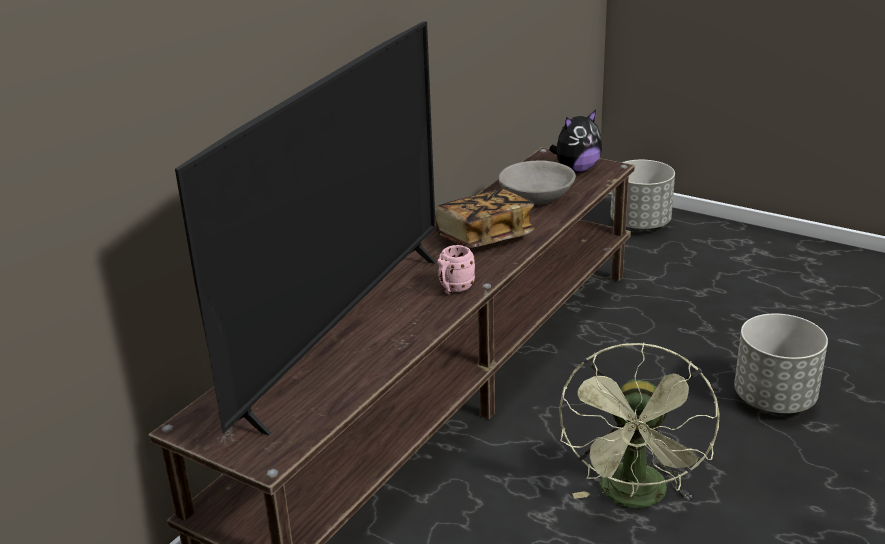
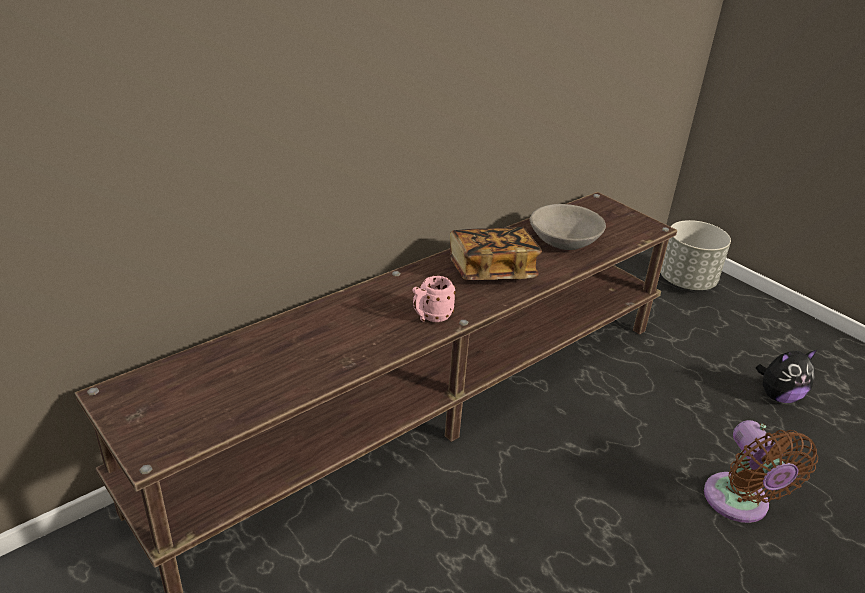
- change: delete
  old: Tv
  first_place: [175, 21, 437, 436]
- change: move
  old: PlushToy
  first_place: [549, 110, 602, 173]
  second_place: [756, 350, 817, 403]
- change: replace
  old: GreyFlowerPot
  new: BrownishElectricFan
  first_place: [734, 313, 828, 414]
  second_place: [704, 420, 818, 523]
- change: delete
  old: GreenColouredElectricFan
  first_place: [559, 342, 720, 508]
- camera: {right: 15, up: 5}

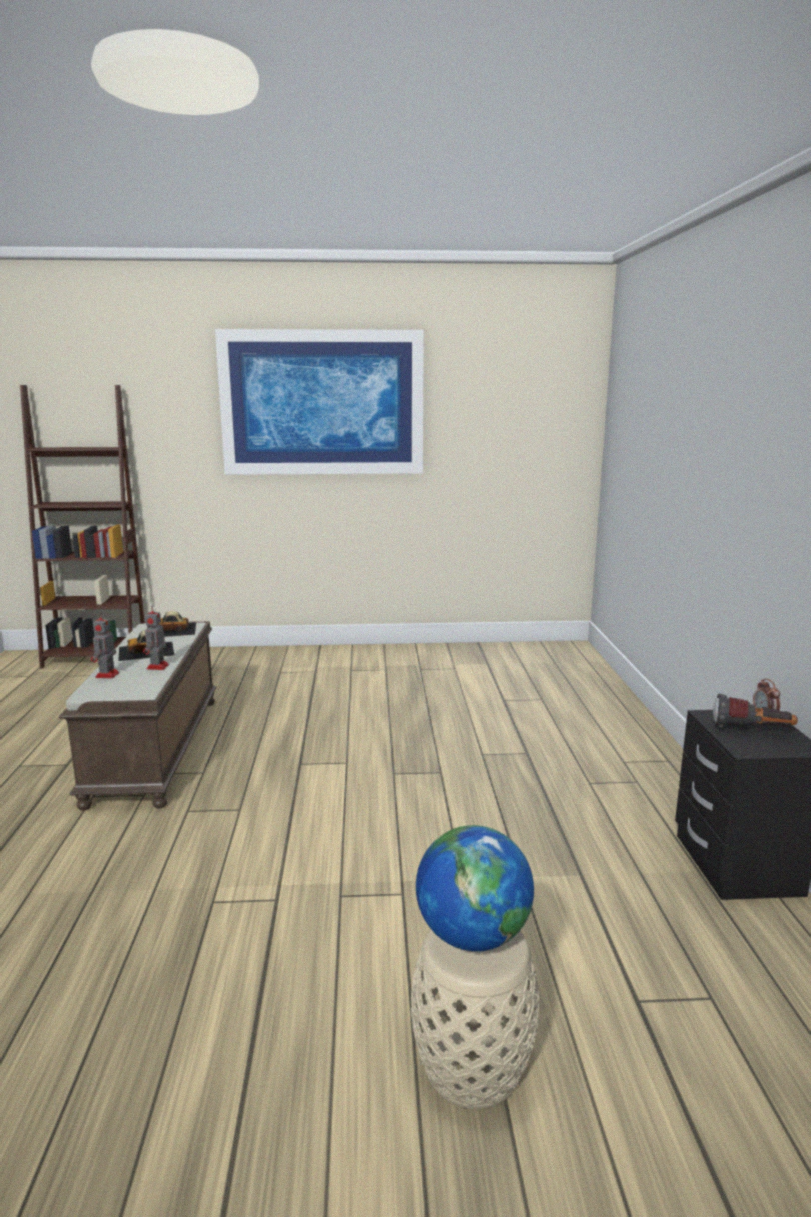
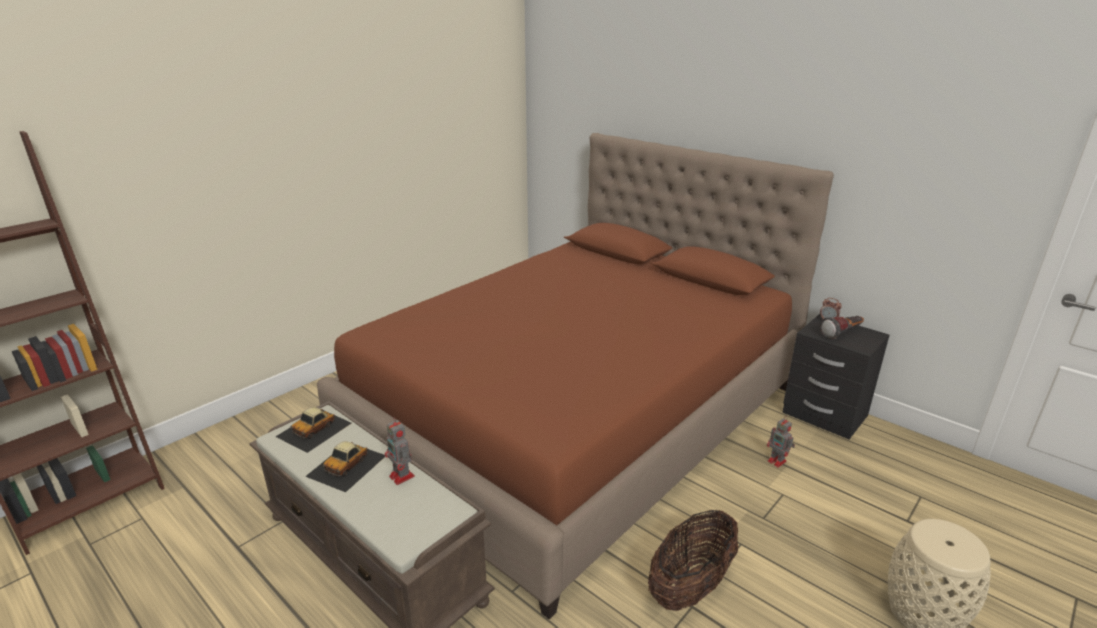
- change: delete
  old: WallPicture
  first_place: [215, 329, 424, 475]
- change: move
  old: ToyRobot
  first_place: [91, 612, 119, 679]
  second_place: [767, 416, 795, 468]
- change: delete
  old: DeskGlobe
  first_place: [416, 825, 534, 951]
- change: insert
  new: BrownishBed
  second_place: [317, 133, 834, 619]
- change: insert
  new: HouseholdBasket
  second_place: [648, 509, 739, 611]
- camera: {right: -45, up: 10}

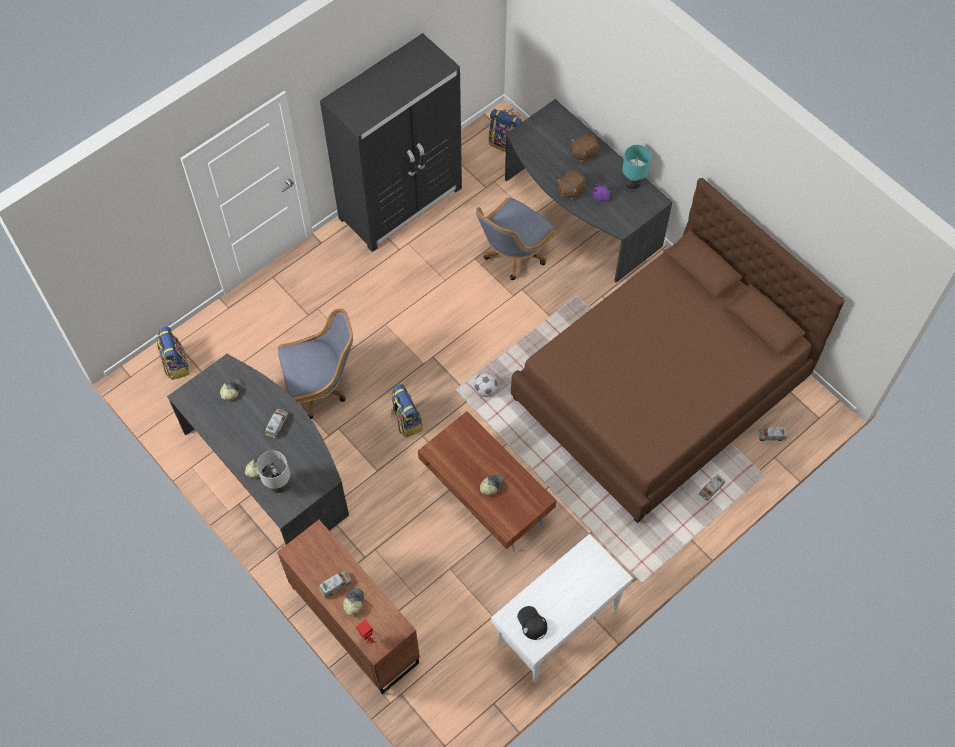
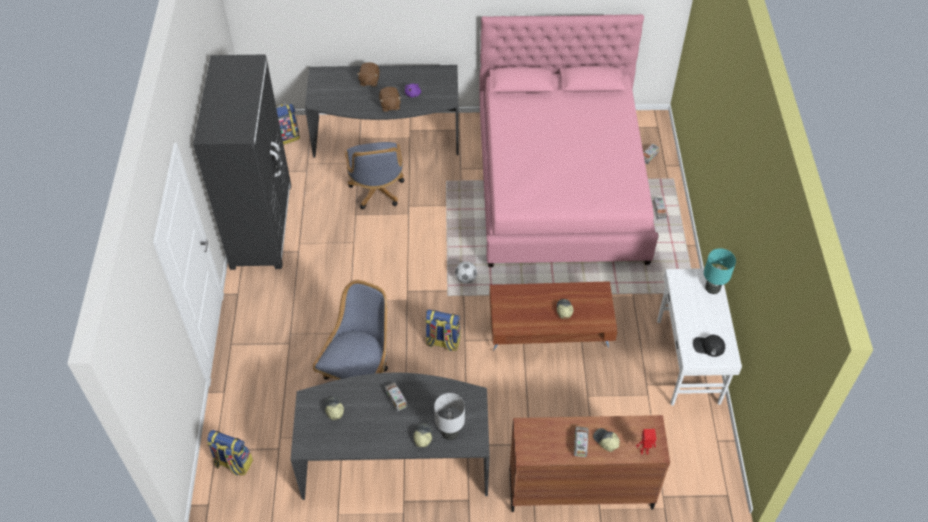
- change: move
  old: TurquoiseLampForATable
  first_place: [622, 145, 651, 189]
  second_place: [704, 248, 736, 294]
- change: recolor
  old: BrownishBed
  new: PinkBed
  first_place: [511, 178, 845, 523]
  second_place: [480, 14, 659, 267]
- camera: {right: -50, up: -10}

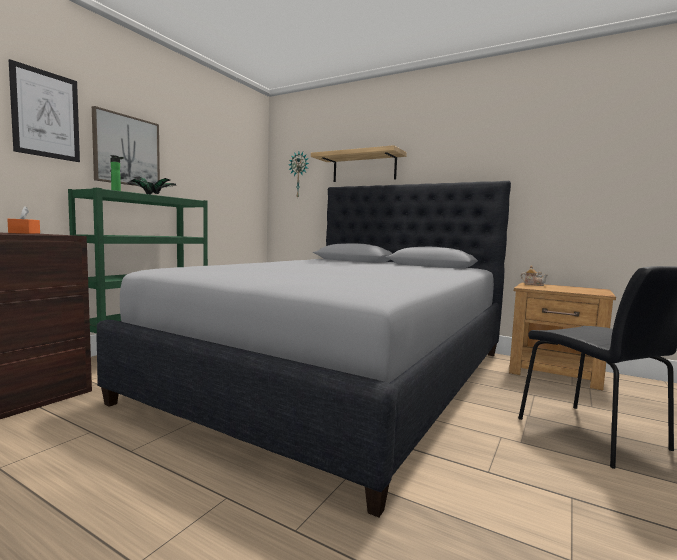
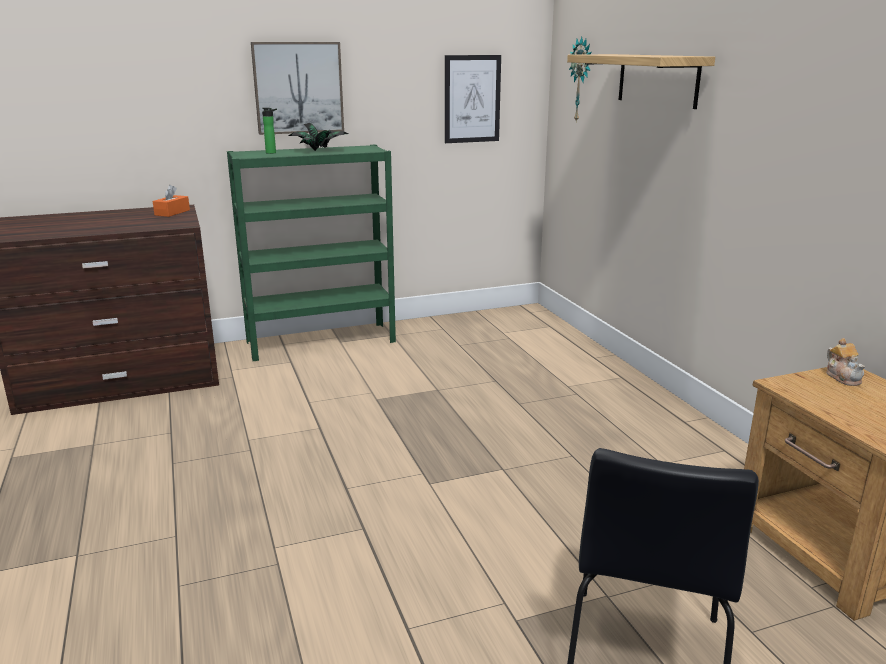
- change: move
  old: WallPicture
  first_place: [9, 59, 80, 162]
  second_place: [445, 55, 501, 143]
- change: delete
  old: GreyBed
  first_place: [97, 181, 511, 518]
- camera: {right: 40, up: 15}

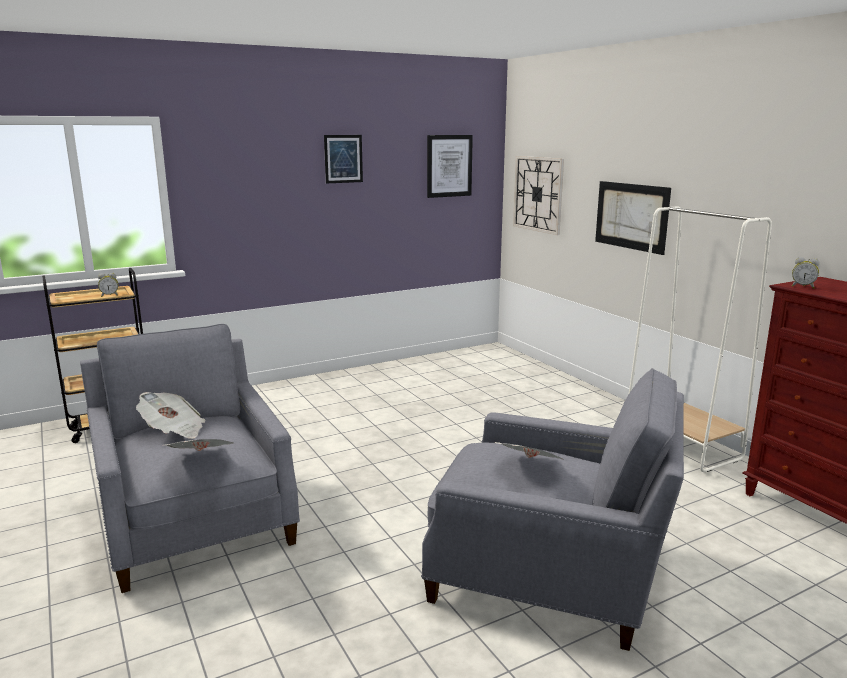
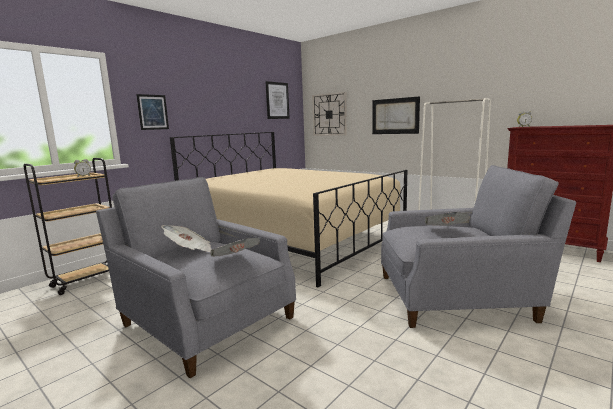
- change: move
  old: WallPicture
  first_place: [324, 135, 363, 184]
  second_place: [136, 94, 169, 130]
- change: insert
  new: BeigeColouredBed
  second_place: [170, 132, 407, 287]
- camera: {right: -20, up: -5}

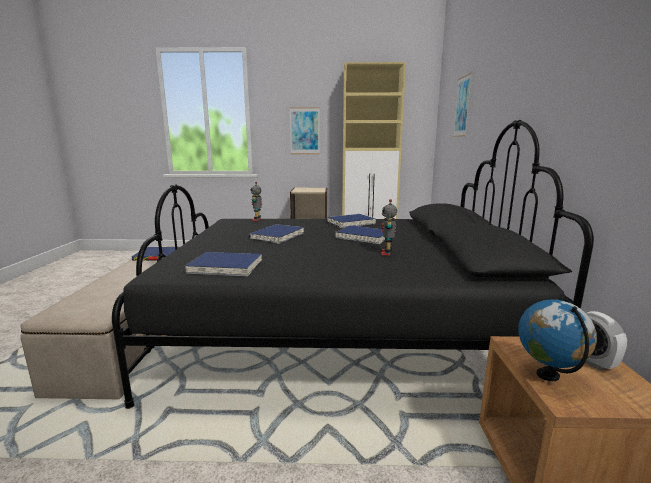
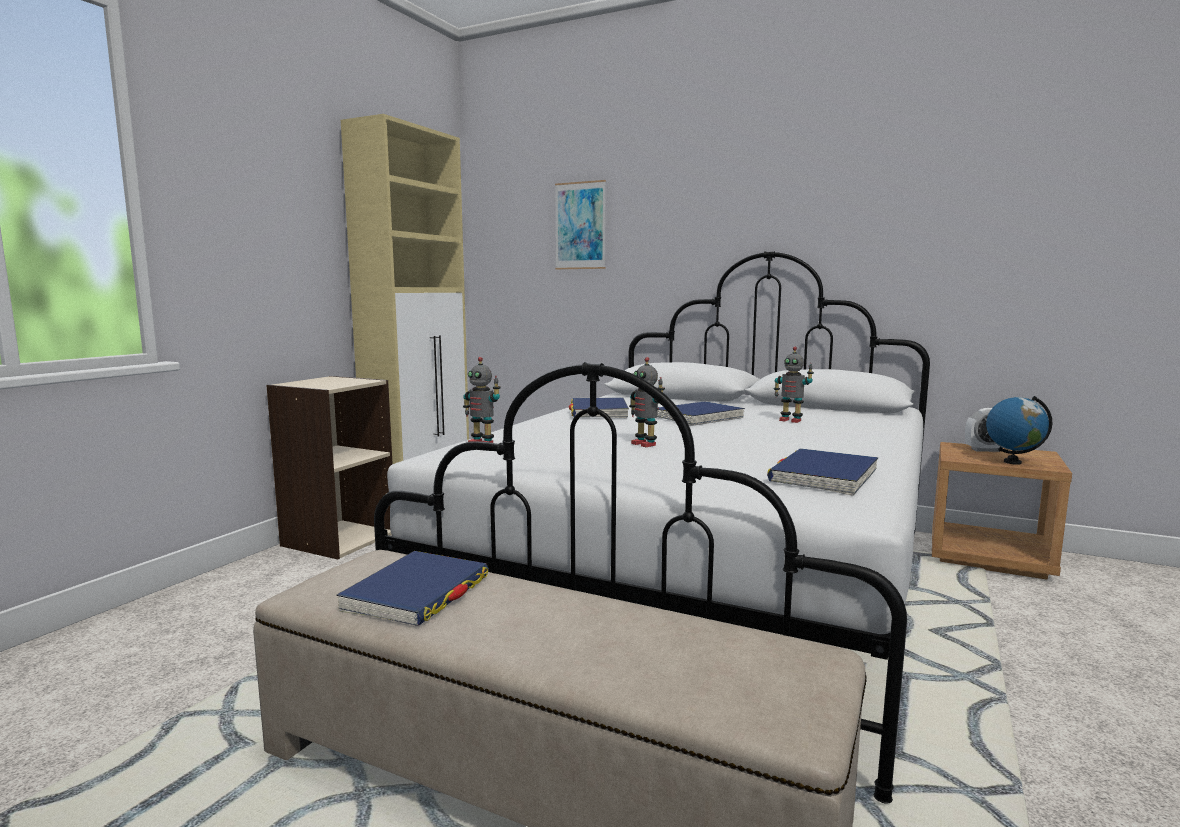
- change: delete
  old: WallPicture
  first_place: [290, 107, 320, 154]
- change: recolor
  old: BlackishBed
  new: WhiteBed
  first_place: [112, 120, 594, 409]
  second_place: [374, 251, 930, 804]
- change: replace
  old: BlueColouredVolume
  new: ToyRobot
  first_place: [248, 224, 304, 244]
  second_place: [629, 357, 665, 447]
- camera: {right: -65, up: -5}

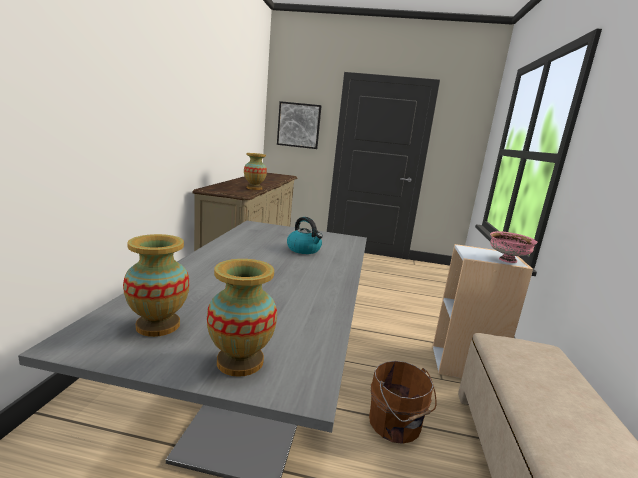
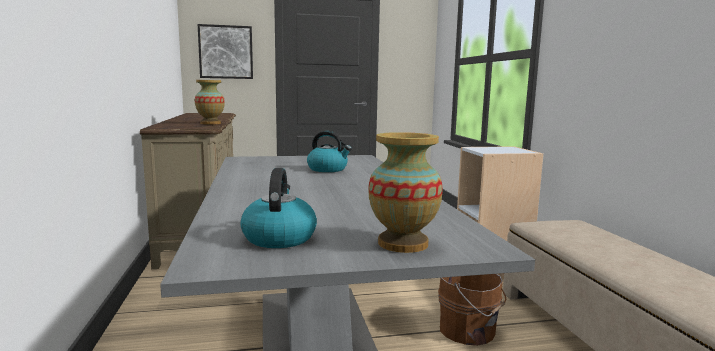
- change: delete
  old: PinkBowl
  first_place: [490, 231, 537, 263]
- change: replace
  old: DecorativeVase
  new: Kettle
  first_place: [123, 234, 189, 337]
  second_place: [240, 168, 317, 248]
- camera: {right: -20, up: -5}

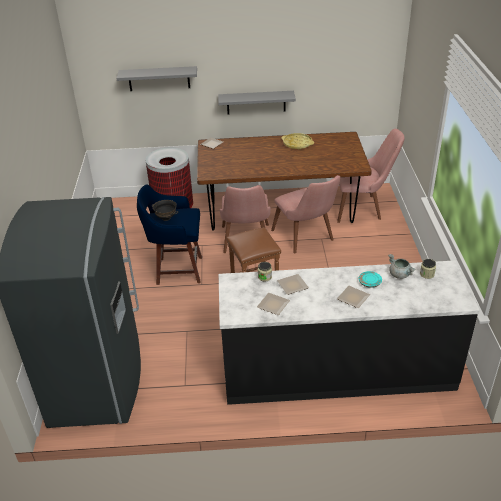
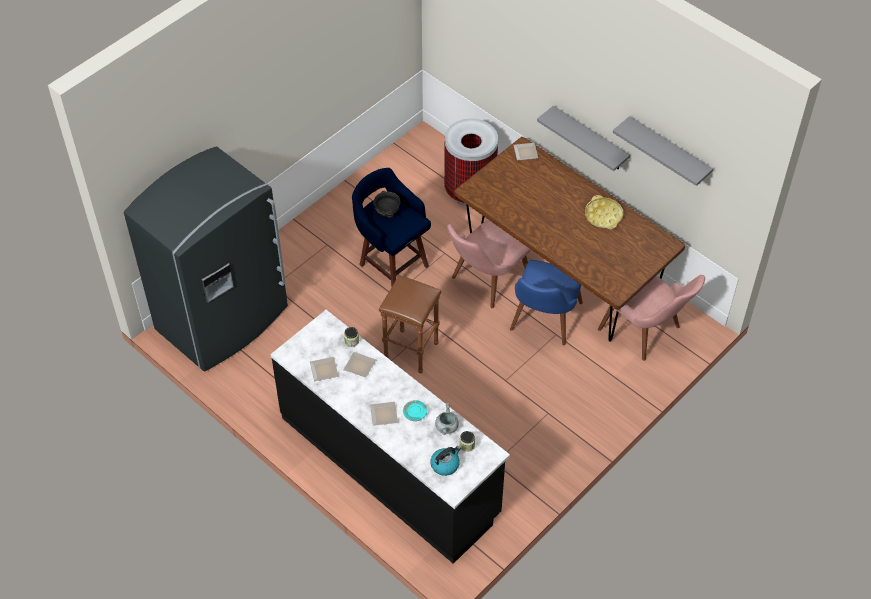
- change: move
  old: GreyBracketShelf
  first_place: [116, 66, 197, 91]
  second_place: [613, 116, 713, 186]
- change: recolor
  old: PinkPlainChair
  new: BlueColouredPlainChair
  first_place: [271, 175, 340, 254]
  second_place: [510, 260, 583, 345]
- change: insert
  new: Kettle
  second_place: [430, 446, 461, 476]
- camera: {right: 45, up: 15}

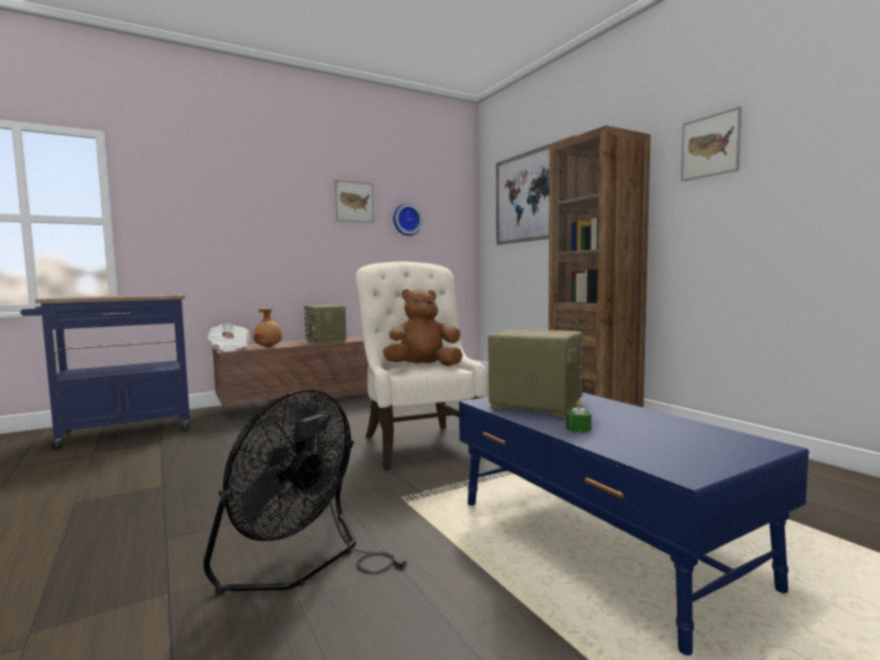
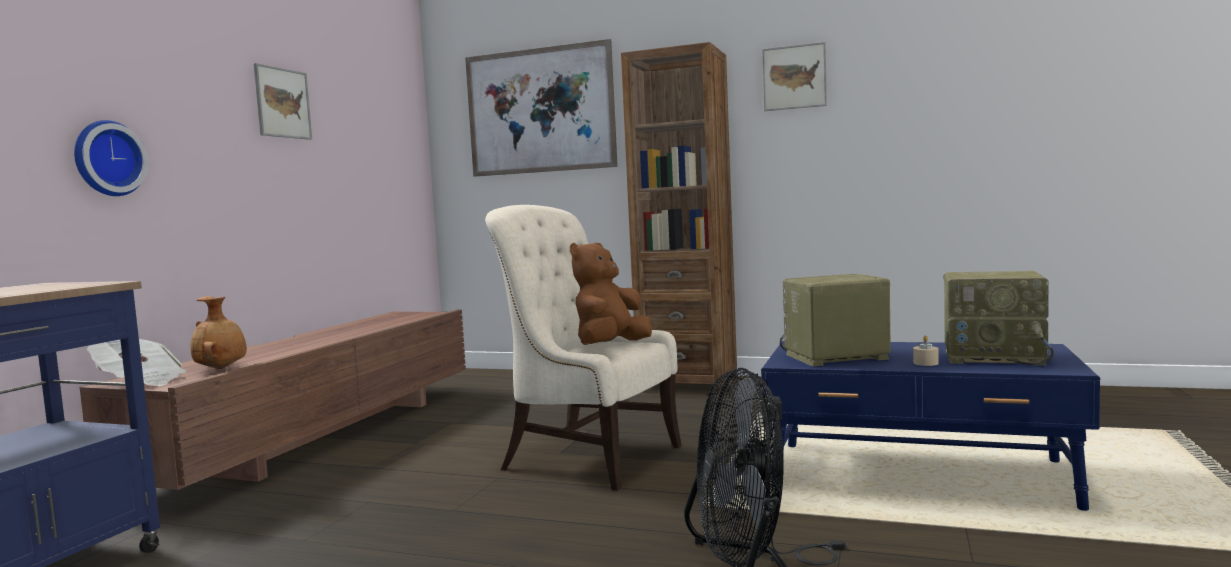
- change: move
  old: WallClock
  first_place: [393, 203, 422, 236]
  second_place: [74, 120, 148, 196]
- change: move
  old: RadioSet
  first_place: [304, 305, 346, 344]
  second_place: [943, 271, 1054, 365]
- change: recolor
  old: GreenColouredWaxLight
  new: BeigeColouredWaxLight
  first_place: [566, 400, 591, 432]
  second_place: [913, 335, 939, 366]
- camera: {right: -40, up: 0}

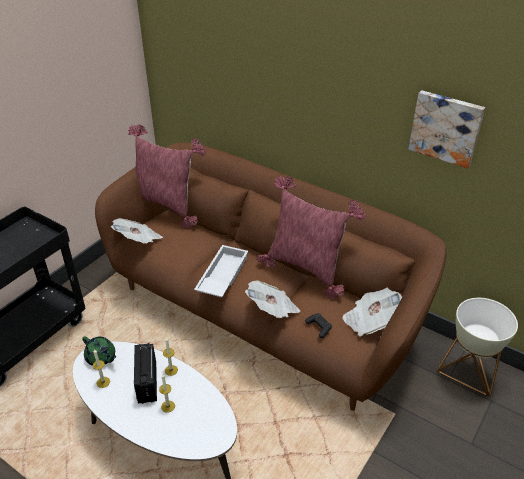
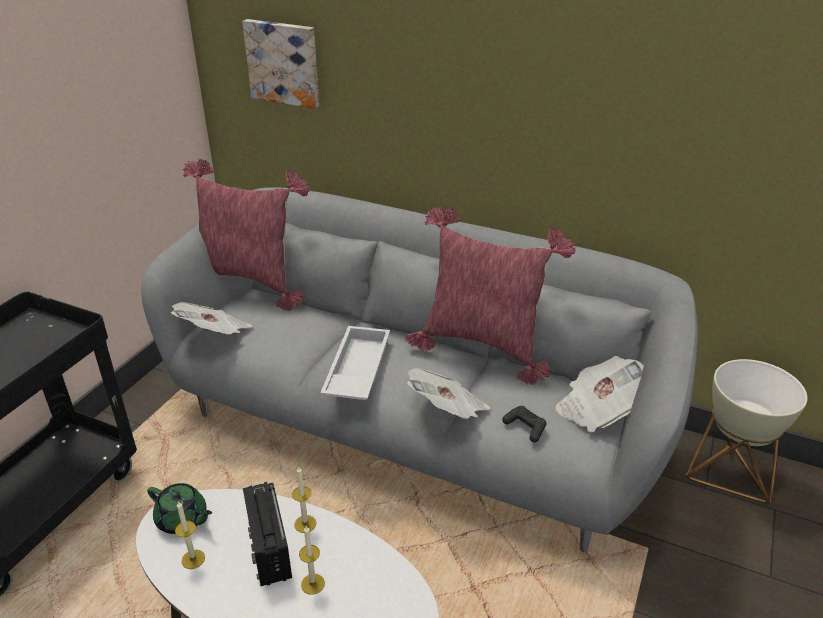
- change: move
  old: WallPicture
  first_place: [408, 90, 485, 168]
  second_place: [242, 19, 319, 109]
- change: recolor
  old: BrownishSofa
  new: GreySofa
  first_place: [95, 142, 446, 411]
  second_place: [141, 187, 698, 552]
- camera: {right: -10, up: -5}

